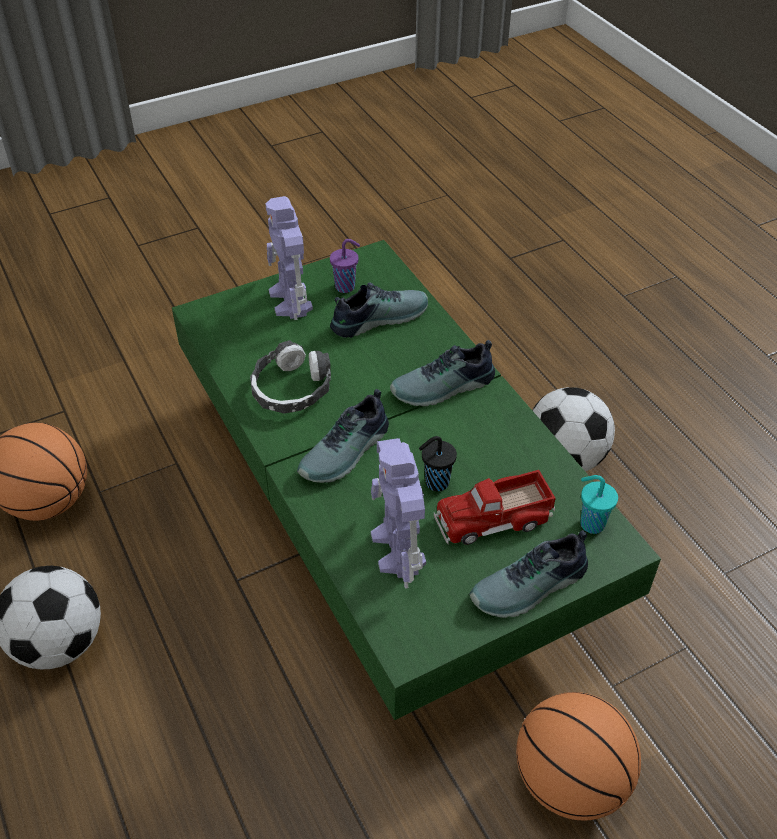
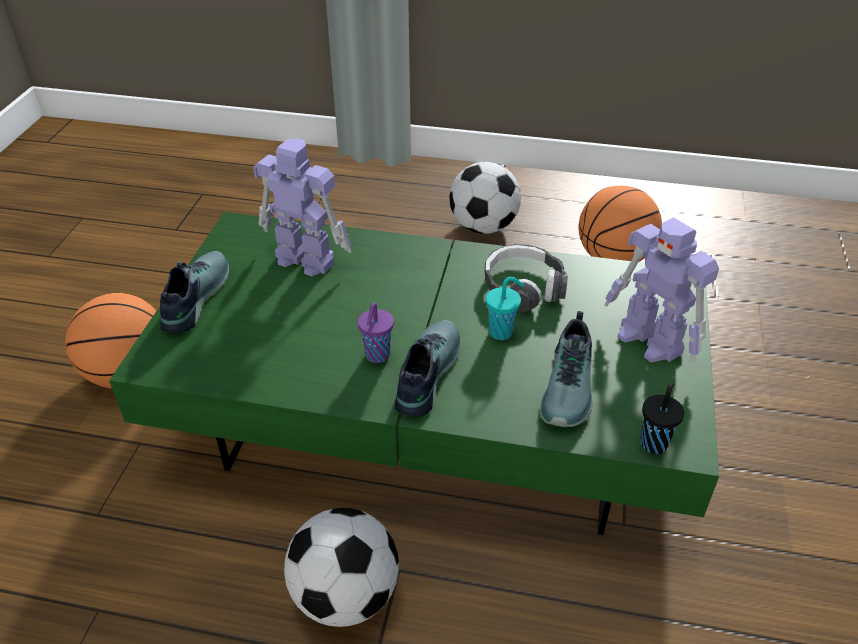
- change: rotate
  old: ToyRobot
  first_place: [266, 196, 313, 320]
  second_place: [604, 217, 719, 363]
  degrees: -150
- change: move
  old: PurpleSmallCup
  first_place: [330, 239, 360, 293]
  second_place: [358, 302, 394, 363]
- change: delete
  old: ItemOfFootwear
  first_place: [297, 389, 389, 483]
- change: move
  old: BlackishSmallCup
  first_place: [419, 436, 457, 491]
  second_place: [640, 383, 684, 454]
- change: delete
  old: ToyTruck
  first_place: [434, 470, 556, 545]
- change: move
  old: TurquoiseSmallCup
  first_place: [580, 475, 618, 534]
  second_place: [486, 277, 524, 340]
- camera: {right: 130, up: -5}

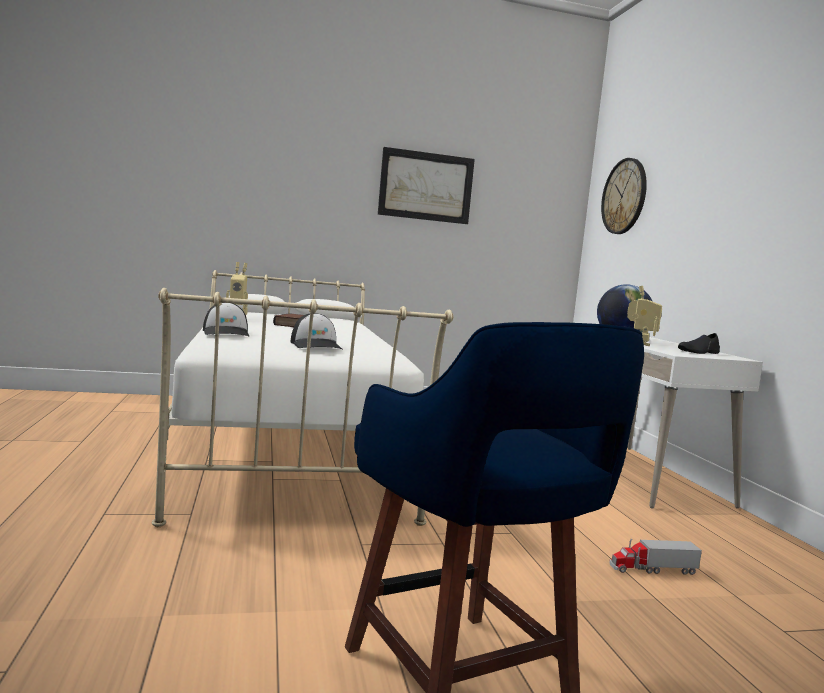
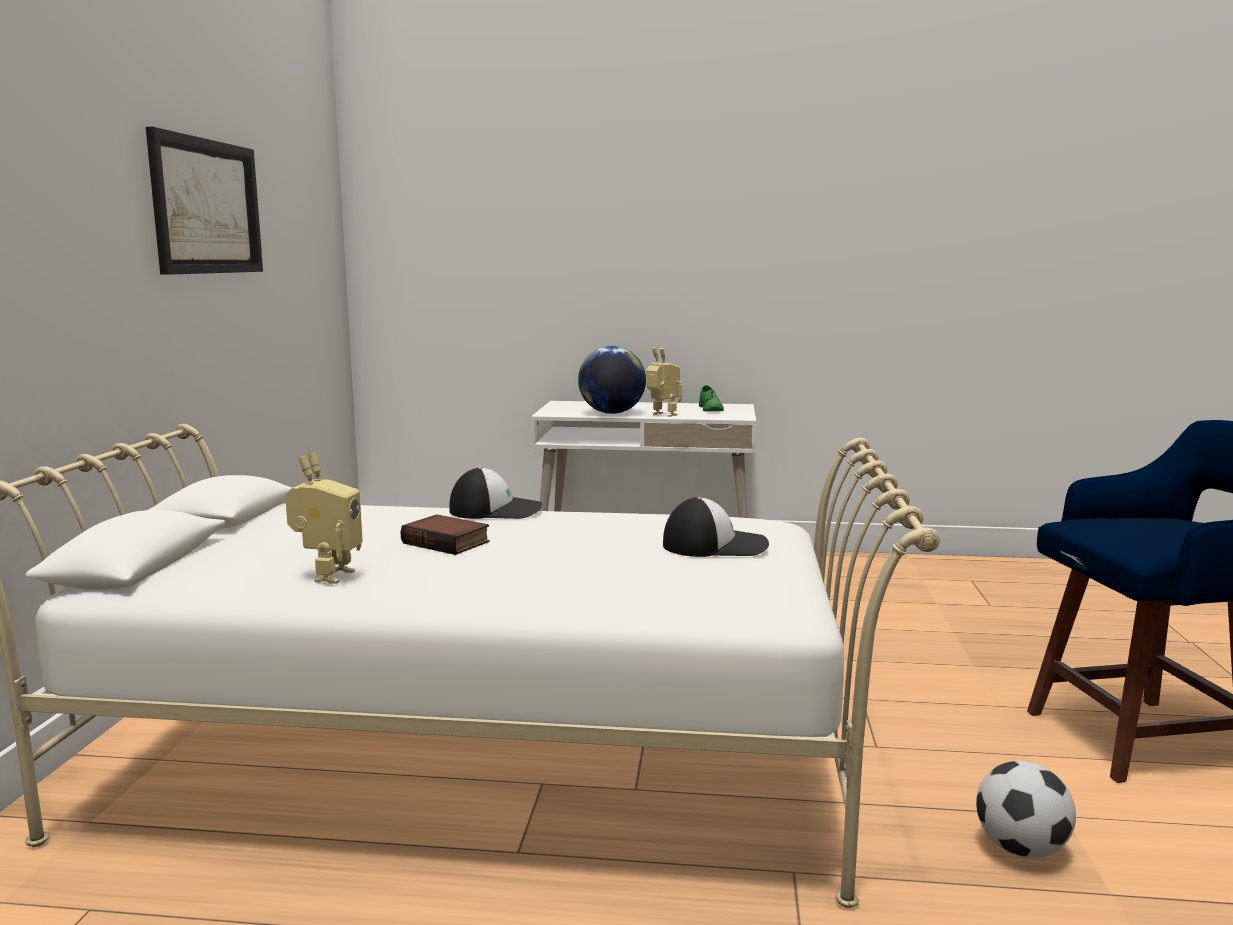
- change: delete
  old: WallClock
  first_place: [601, 158, 647, 234]
- change: move
  old: PeakedCap
  first_place: [203, 303, 250, 337]
  second_place: [449, 467, 542, 519]
- change: recolor
  old: BlackishItemOfFootwear
  new: GreenColouredItemOfFootwear
  first_place: [678, 333, 720, 354]
  second_place: [699, 385, 724, 411]
- change: delete
  old: ToyTruck
  first_place: [609, 539, 702, 575]
- change: insert
  new: BallForFootball
  second_place: [976, 761, 1076, 858]
- camera: {right: -70, up: 5}

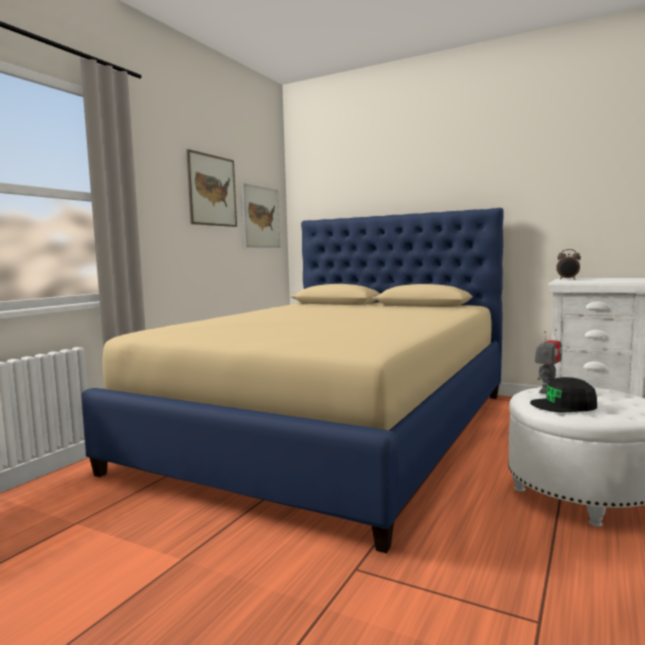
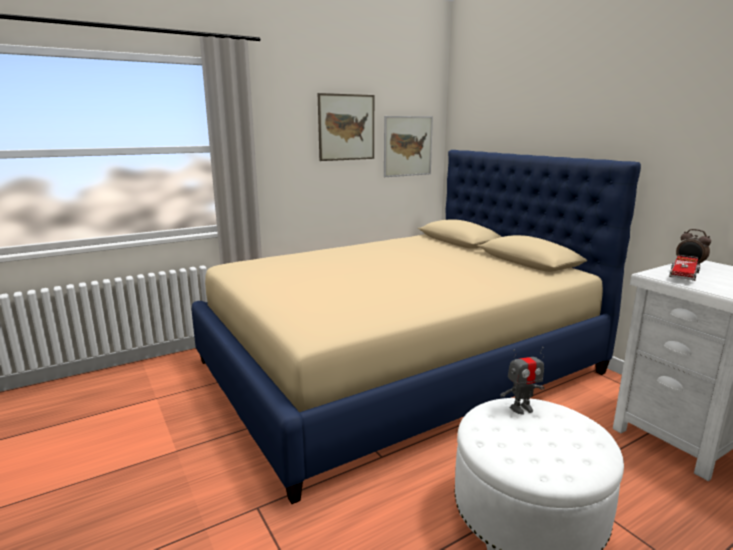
- change: delete
  old: BlackishPeakedCap
  first_place: [530, 377, 597, 413]
- change: insert
  new: ToyTruck
  second_place: [669, 255, 700, 281]
- camera: {right: 30, up: 10}

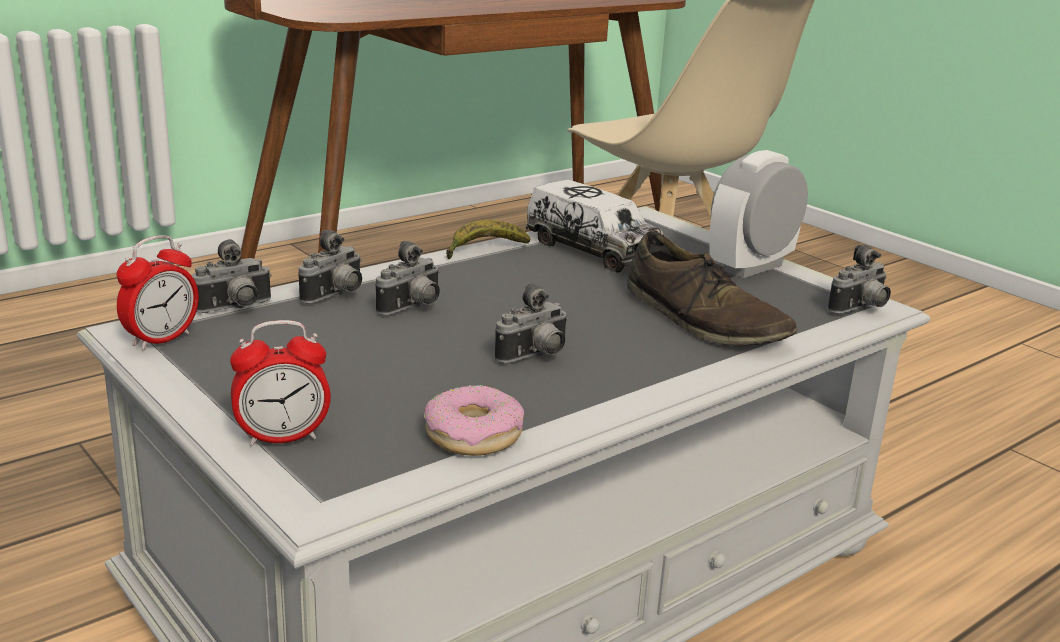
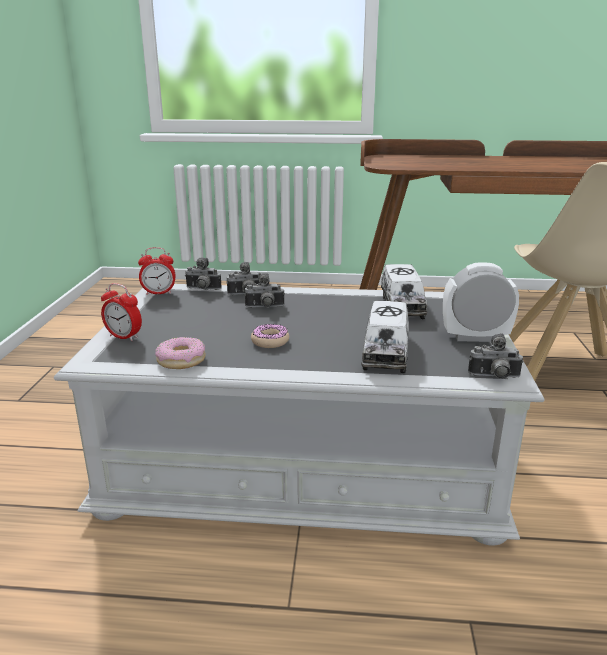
- change: delete
  old: Banana
  first_place: [446, 220, 530, 259]
- change: replace
  old: BrownishItemOfFootwear
  new: ToyTruck
  first_place: [627, 231, 797, 345]
  second_place: [361, 301, 409, 373]
- change: replace
  old: PhotoCamera
  new: Donut
  first_place: [494, 283, 568, 363]
  second_place: [251, 324, 289, 348]
- camera: {right: 45, up: 0}

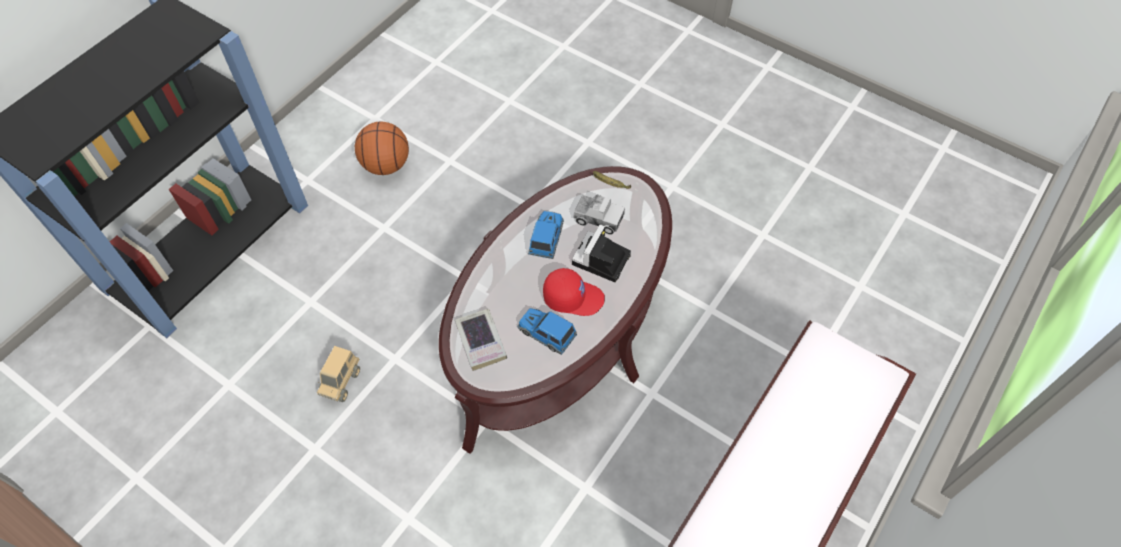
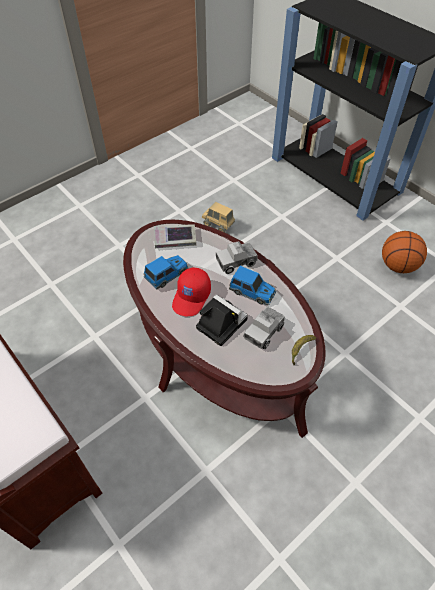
- change: insert
  new: ToyTruck
  second_place: [216, 241, 258, 274]
- camera: {right: 105, up: -5}

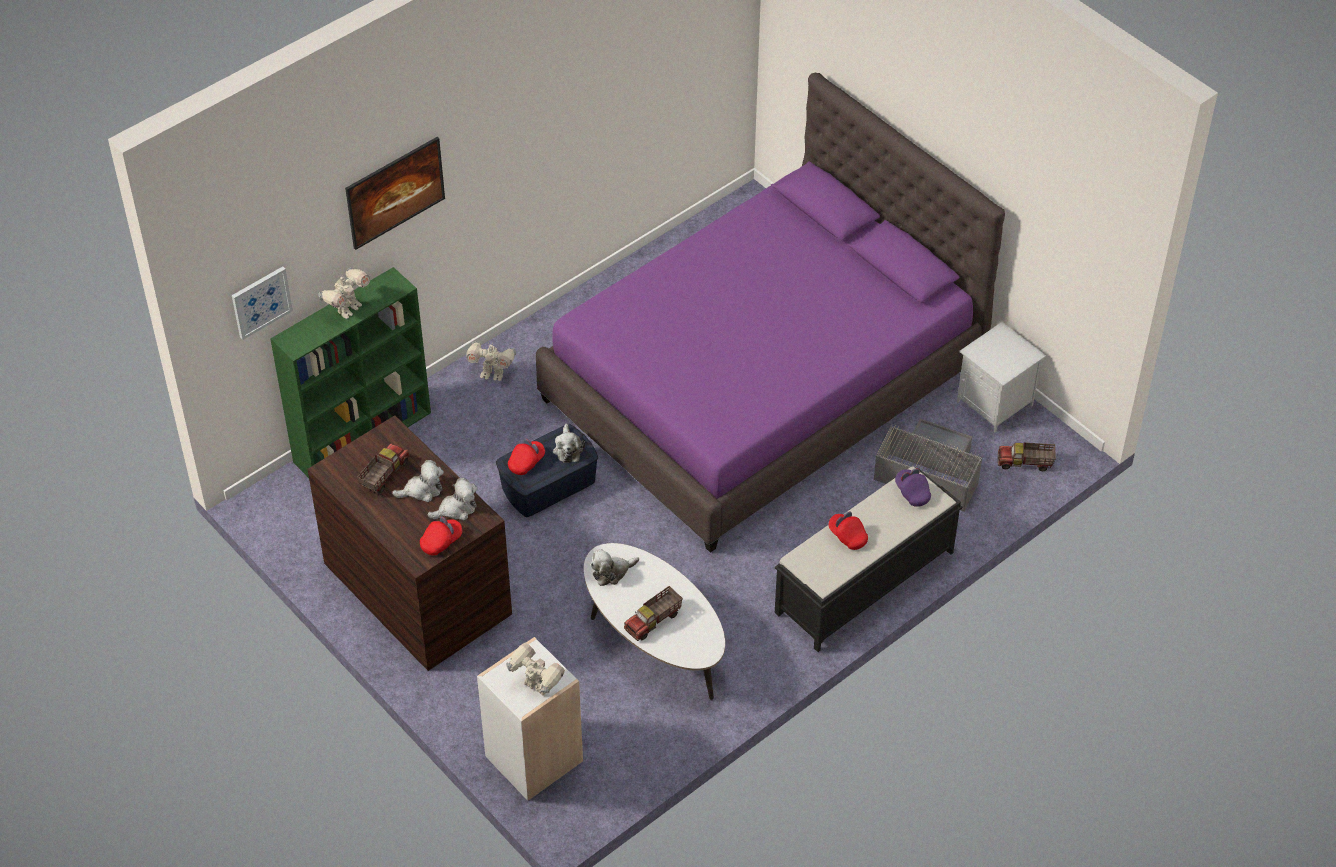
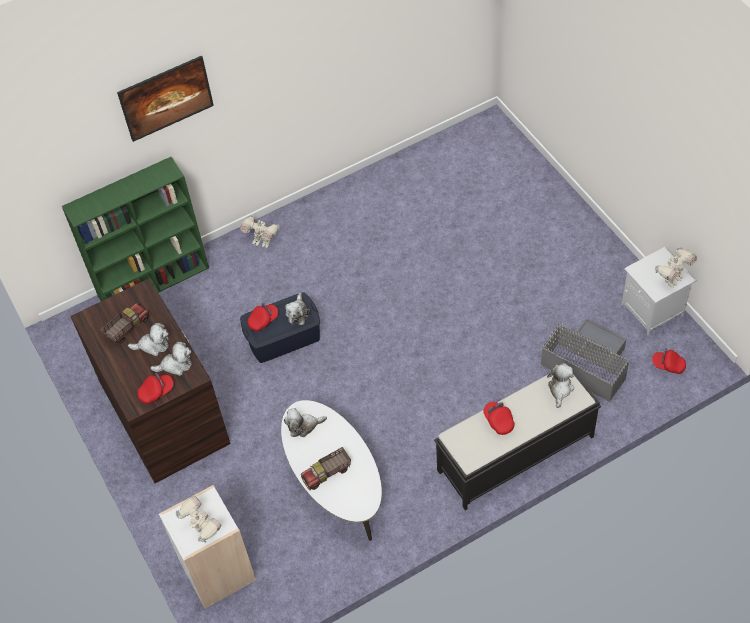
- change: delete
  old: PurpleBed
  first_place: [536, 73, 1005, 553]
- change: delete
  old: WallPicture
  first_place: [232, 267, 293, 340]
- change: move
  old: ToyRobot
  first_place: [318, 268, 370, 319]
  second_place: [655, 248, 697, 288]
- change: replace
  old: ToyTruck
  new: RedPeakedCap
  first_place: [998, 443, 1056, 471]
  second_place: [652, 348, 686, 374]
- change: replace
  old: PurplePeakedCap
  new: PlushToy
  first_place: [895, 468, 931, 507]
  second_place: [547, 363, 574, 408]
- camera: {right: 15, up: 5}

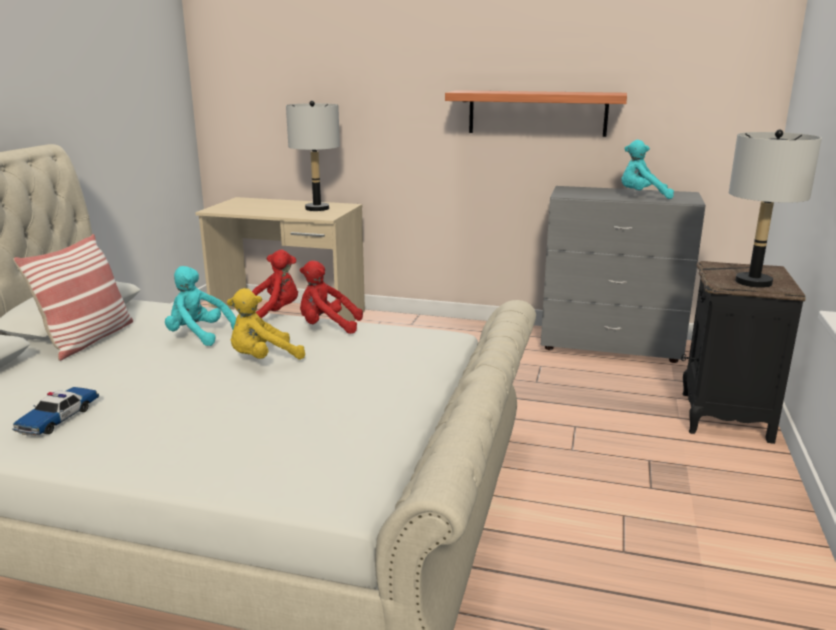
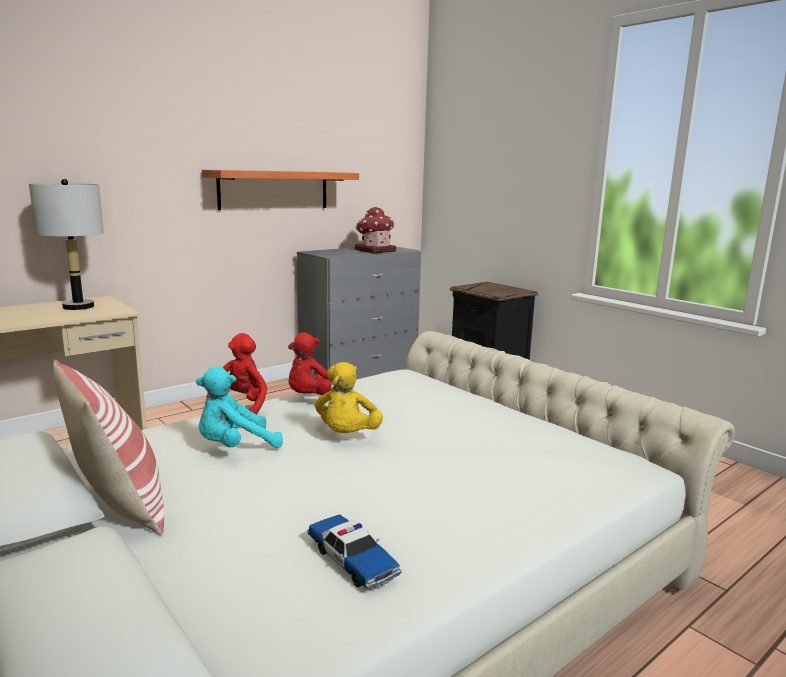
- change: delete
  old: GreyLampForATable
  first_place: [729, 129, 822, 288]
- change: replace
  old: TurquoisePlushToy
  new: ToyHouse
  first_place: [622, 140, 674, 199]
  second_place: [355, 207, 396, 253]
- camera: {right: -55, up: -5}

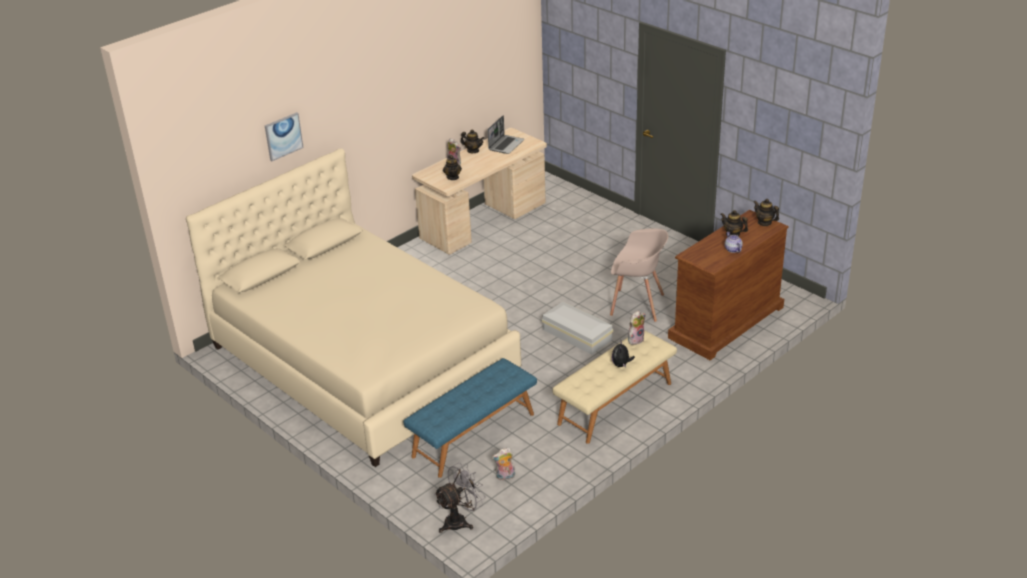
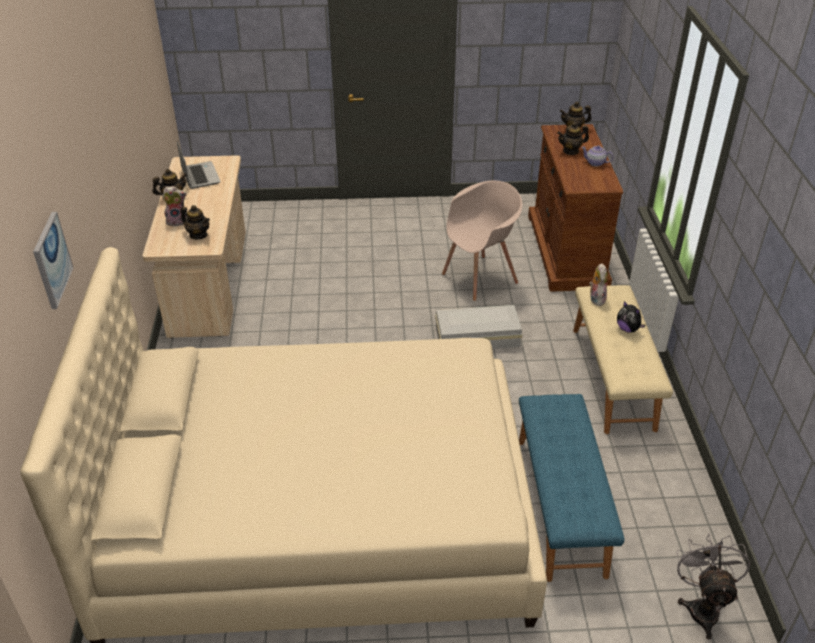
- change: delete
  old: PlushToy
  first_place: [492, 448, 515, 481]
- camera: {right: -50, up: 5}

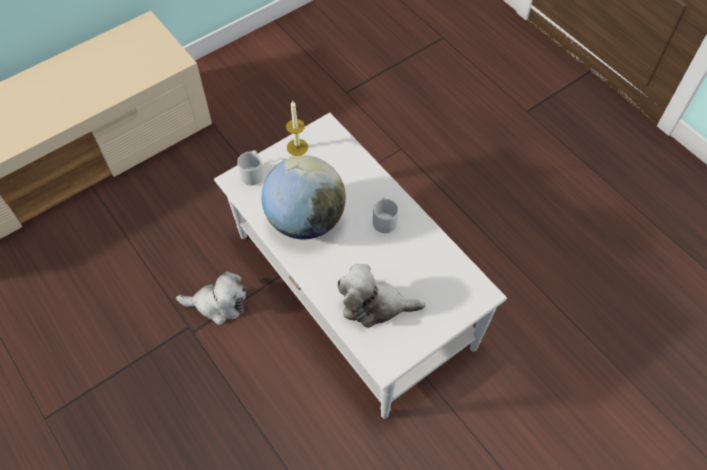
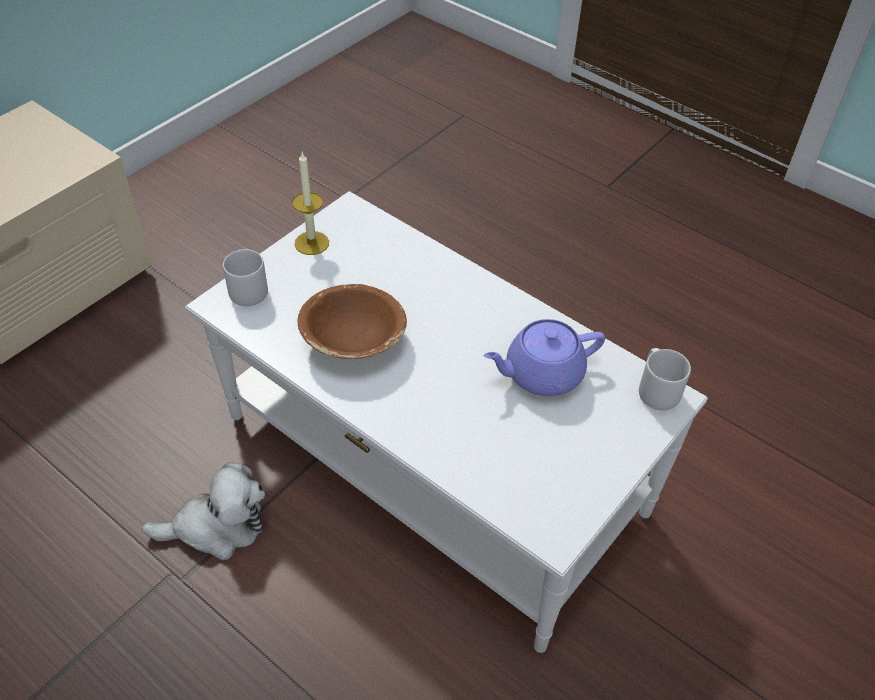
- change: replace
  old: DeskGlobe
  new: BrownishBowl
  first_place: [262, 155, 346, 239]
  second_place: [298, 284, 407, 359]
- change: move
  old: GreyMug
  first_place: [373, 197, 398, 233]
  second_place: [639, 348, 691, 410]
- change: delete
  old: PlushToy
  first_place: [337, 264, 425, 328]
- change: insert
  new: PurpleTeapot
  second_place: [484, 319, 605, 396]
- camera: {right: -15, up: -10}

